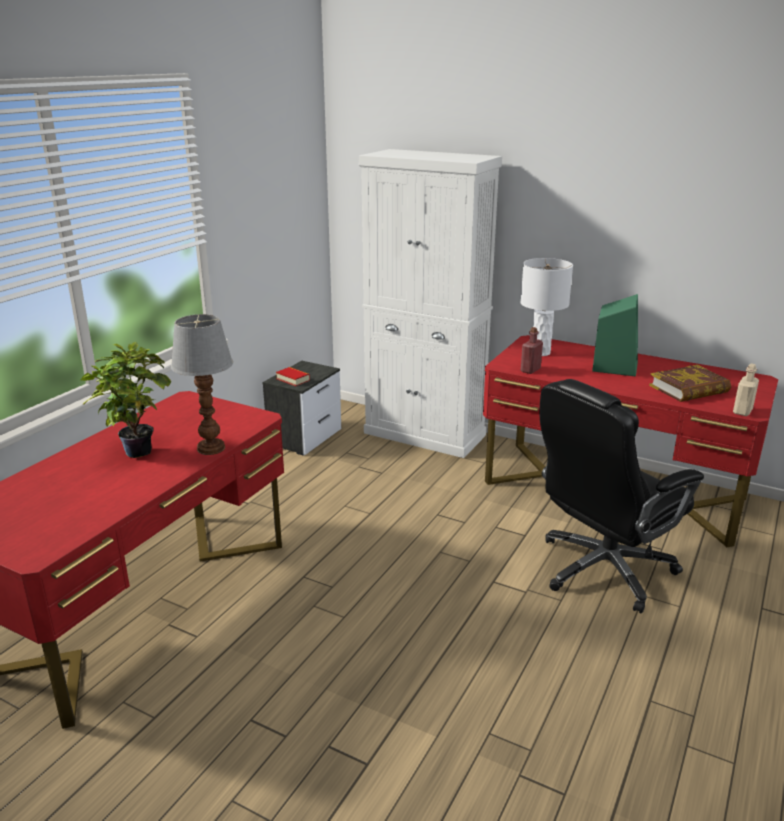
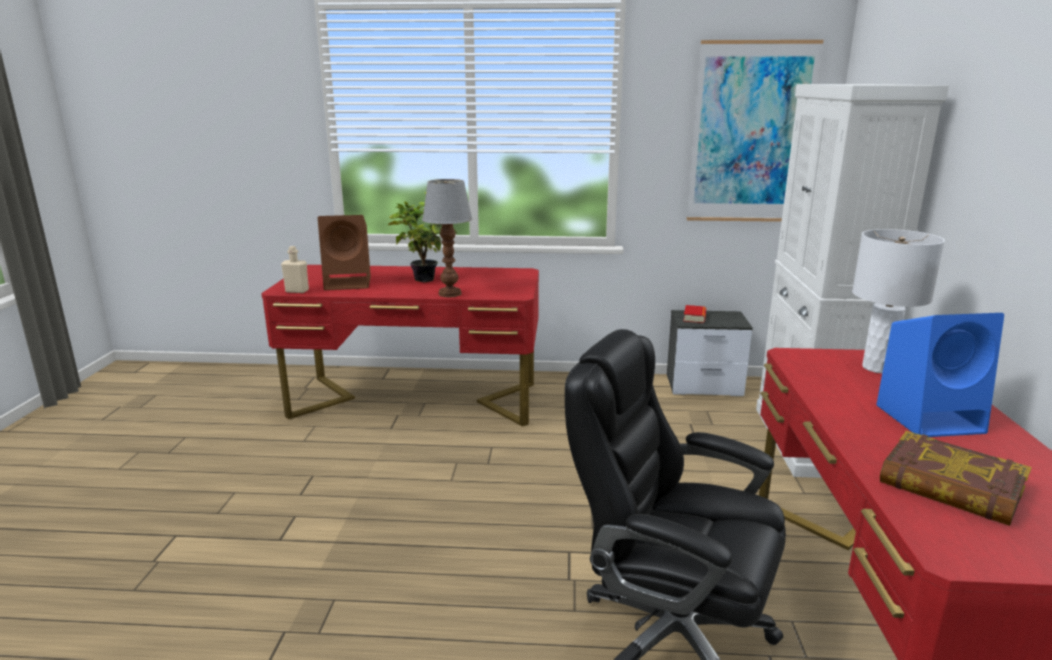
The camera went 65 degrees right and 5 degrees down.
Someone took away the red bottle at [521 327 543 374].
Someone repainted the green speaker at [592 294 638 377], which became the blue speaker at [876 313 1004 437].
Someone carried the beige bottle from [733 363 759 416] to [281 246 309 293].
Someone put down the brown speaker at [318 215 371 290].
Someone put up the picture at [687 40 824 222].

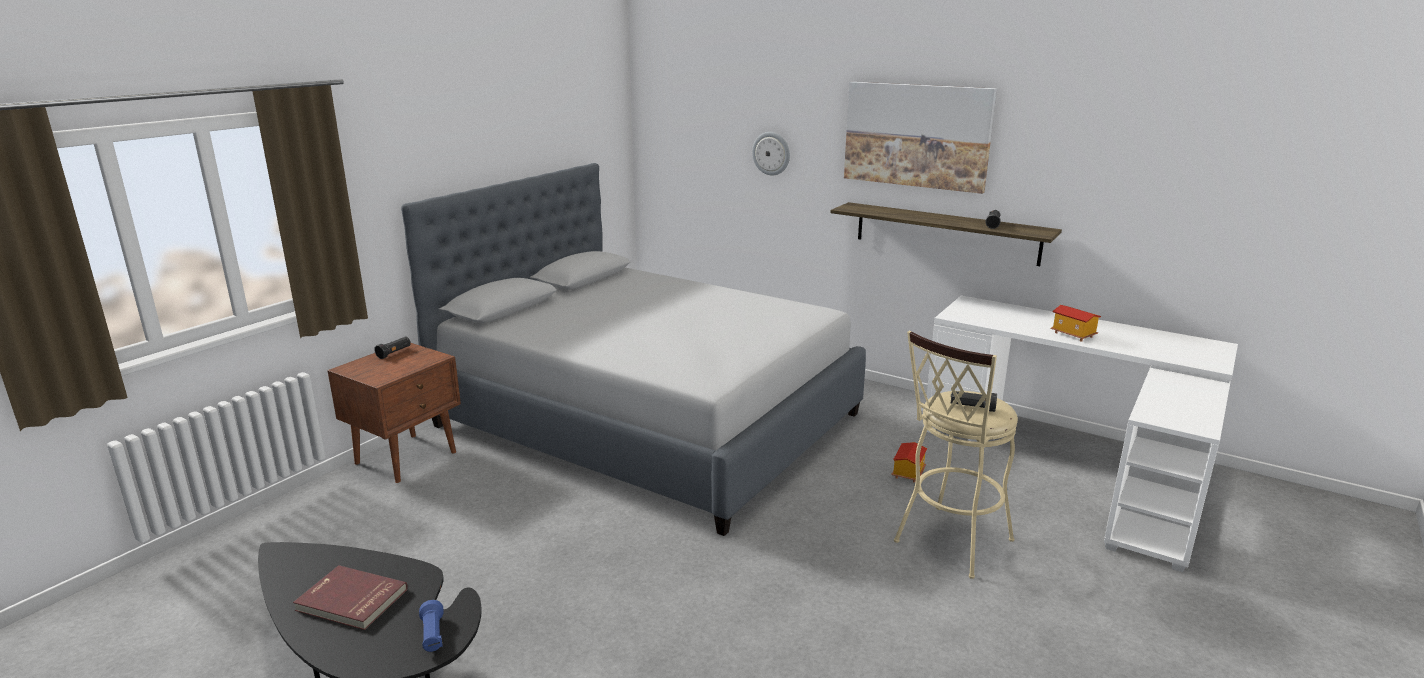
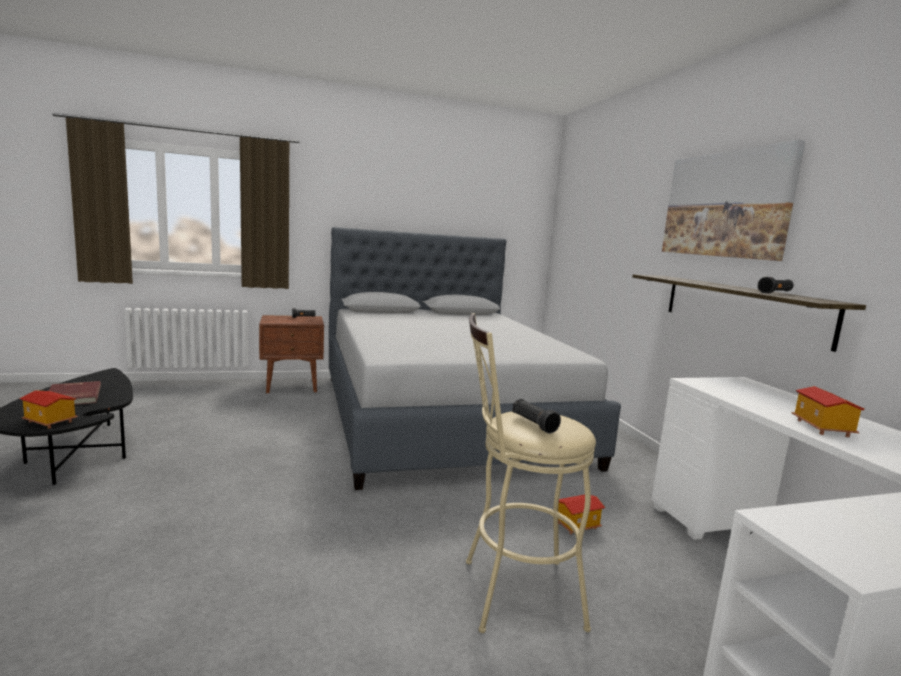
The camera went 40 degrees right and 10 degrees down.
Someone swapped the blue flashlight at [419 600 443 652] for the toy house at [19 390 78 429].
Someone took away the wall clock at [752 132 790 176].

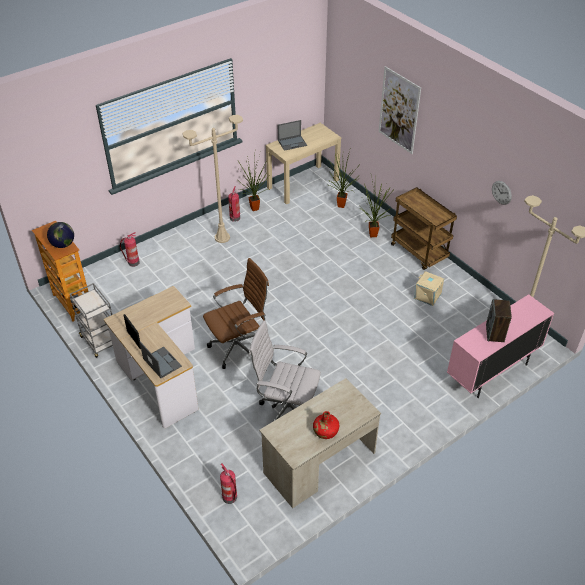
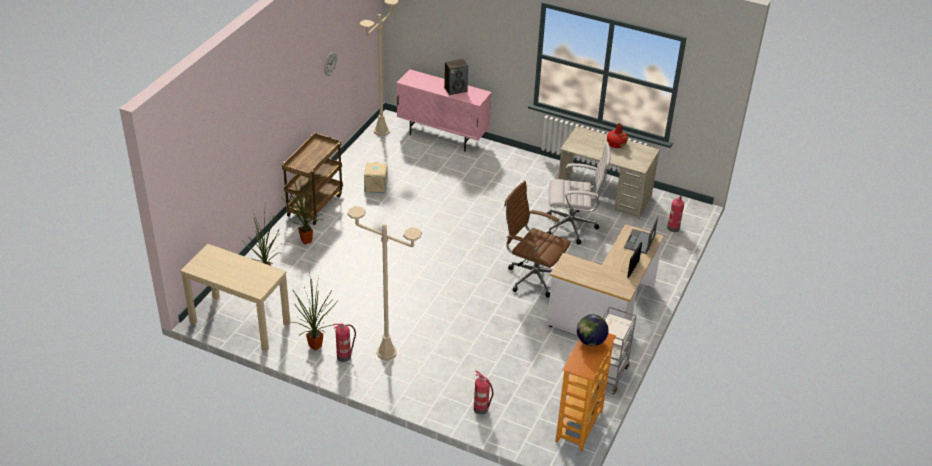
The camera went 120 degrees left and 5 degrees down.
Someone rotated the white office chair at [249 320 321 421] by 75 degrees counterclockwise.
Someone took away the laptop at [278 120 307 151].
Someone took away the picture at [379 66 421 154].

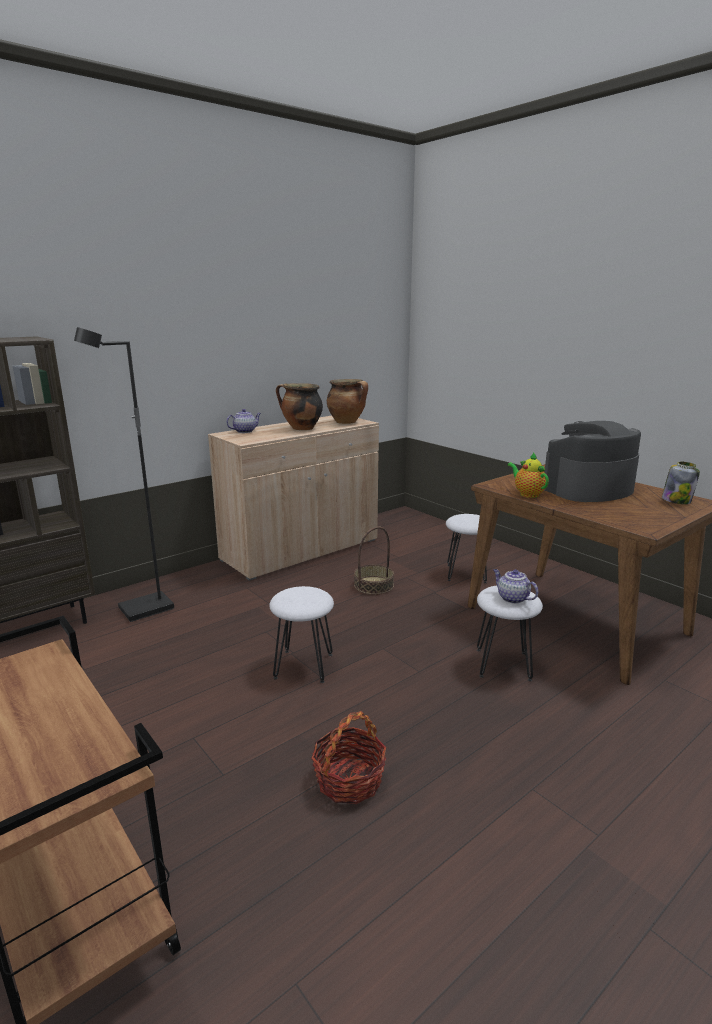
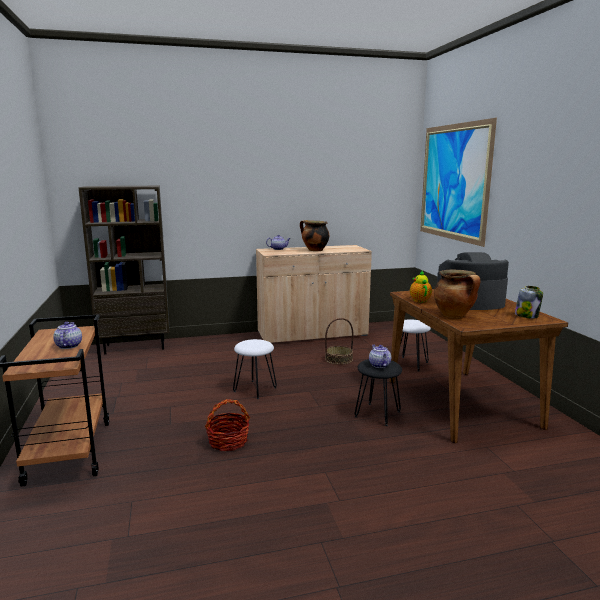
The camera went 25 degrees right and 5 degrees down.
Someone took away the black floor lamp at [74 327 174 622].
Someone carried the cooking pot from [327 379 368 424] to [434 270 480 318].
Someone repainted the white stool at [477 585 543 681], which became the black stool at [355 359 402 426].
Someone put down the teapot at [53 322 82 349].
Someone put up the picture at [420 118 497 247].

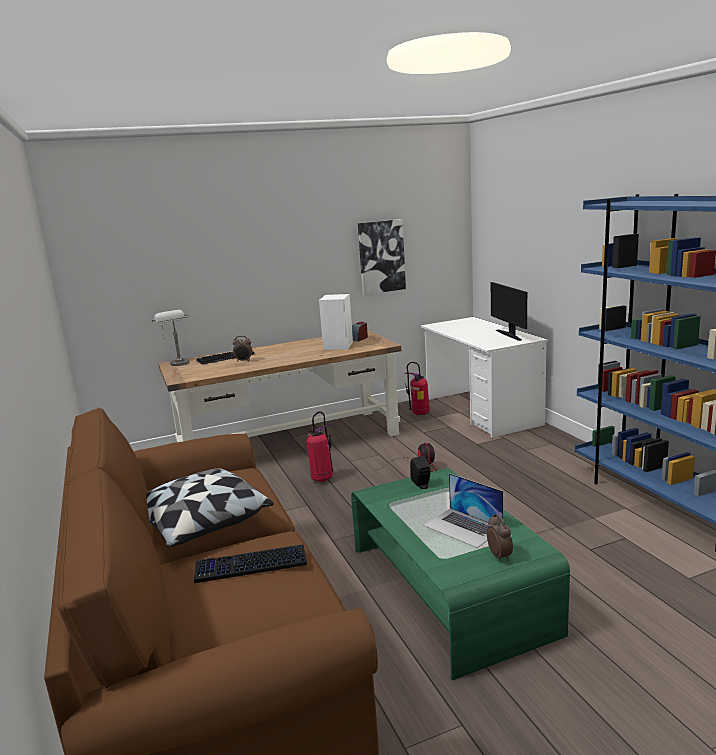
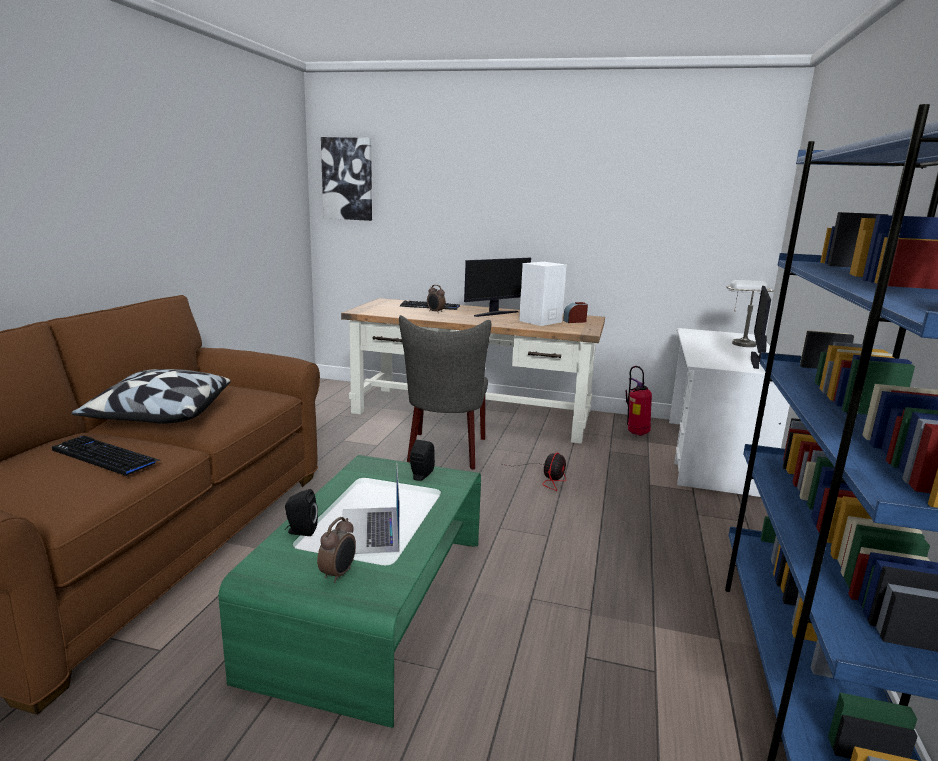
The camera went 35 degrees right and 0 degrees up.
Someone carried the grey table lamp from [152 310 189 366] to [727 280 774 347].
Someone swapped the fire extinguisher at [306 411 333 482] for the grey chair at [399 315 491 470].
Someone carried the picture from [358 219 406 295] to [321 137 372 221].
Someone put down the black speaker at [285 489 318 536].
Someone put down the monitor at [464 258 531 317].

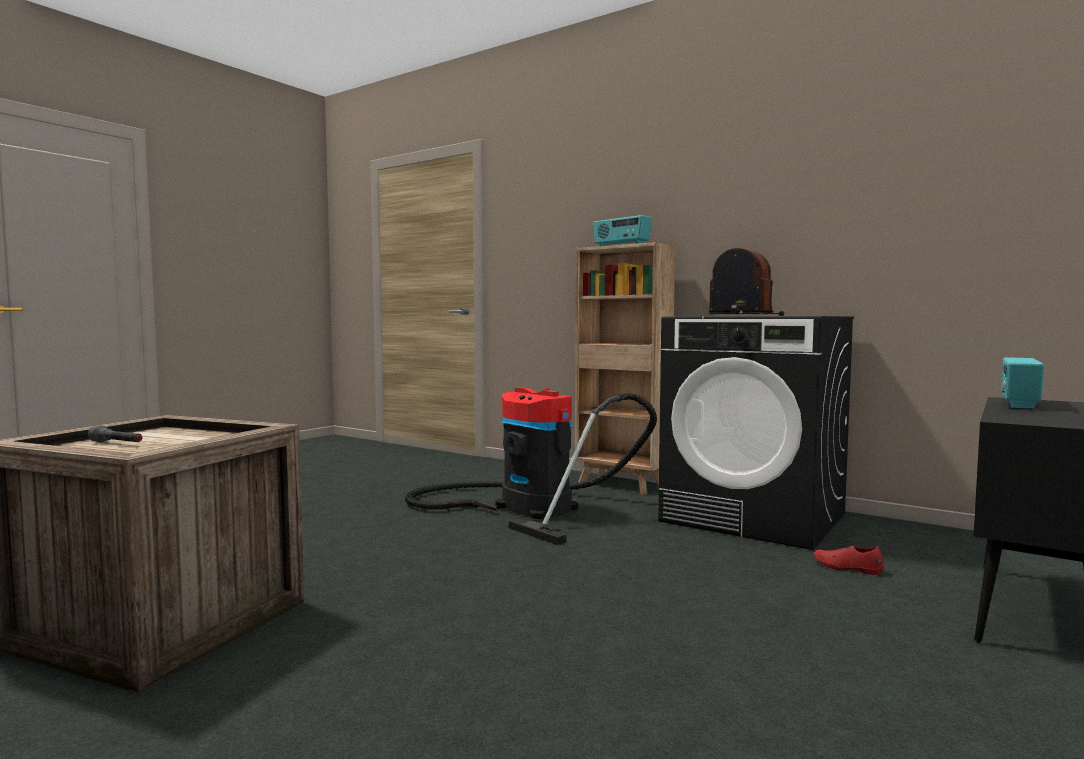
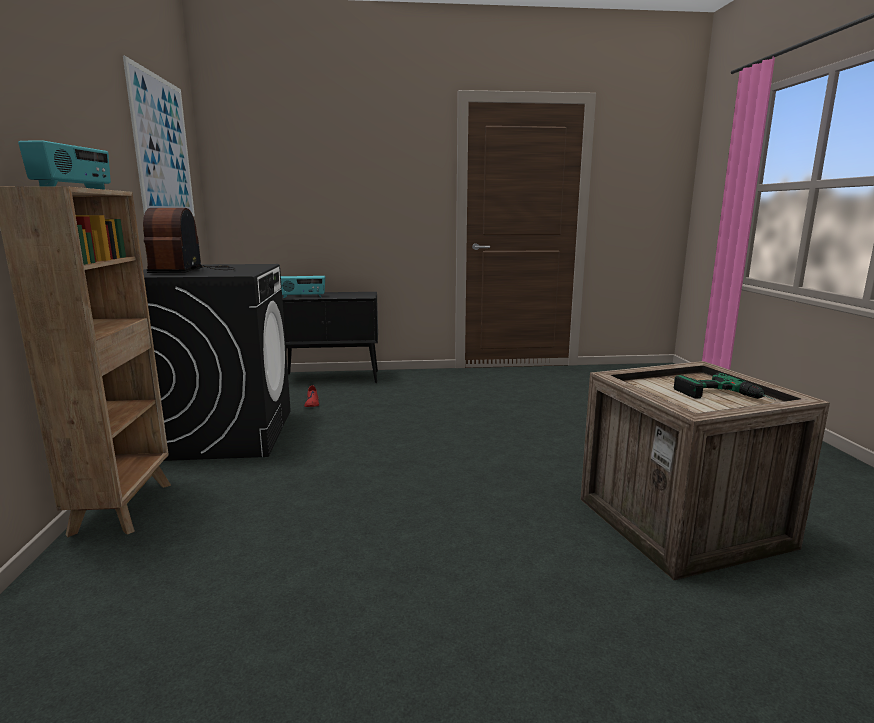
The camera went 130 degrees left and 10 degrees up.
Someone swapped the grey flashlight at [88 426 142 442] for the power drill at [674 373 776 400].
Someone took away the vacuum cleaner at [405 387 657 545].
Someone put up the picture at [123 56 195 216].

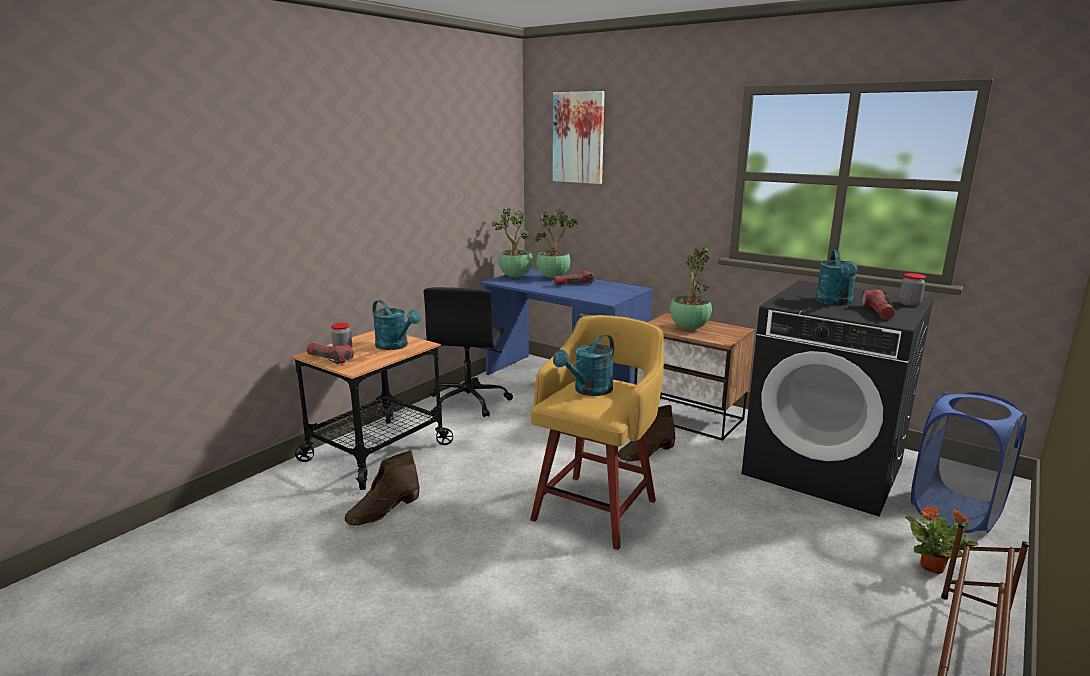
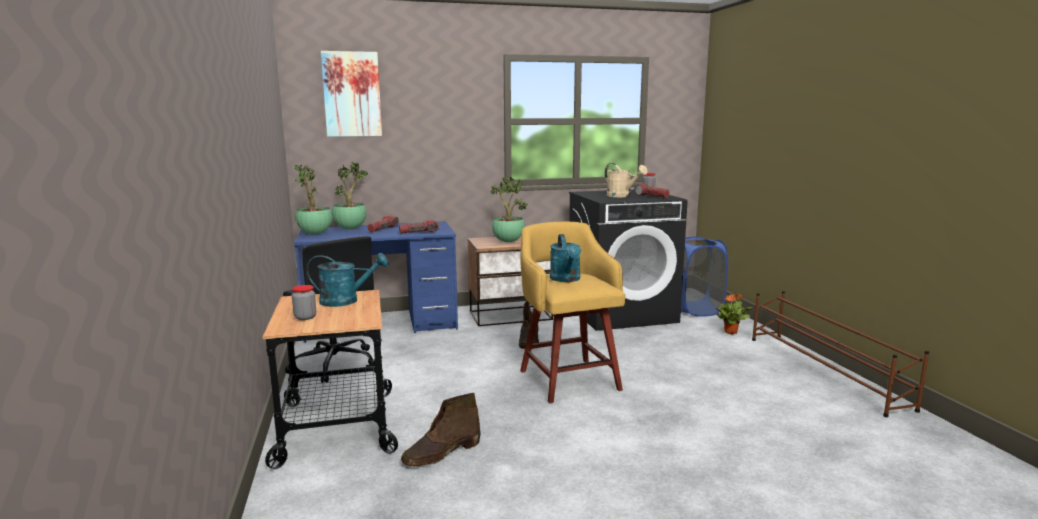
The camera went 50 degrees left and 5 degrees down.
Someone carried the flashlight from [306 343 354 364] to [399 219 439 234].
Someone rotated the brown boot at [344 450 420 526] by 60 degrees clockwise.
Someone repainted the turquoise watering can at [815 250 858 305], which became the beige watering can at [605 163 647 197].

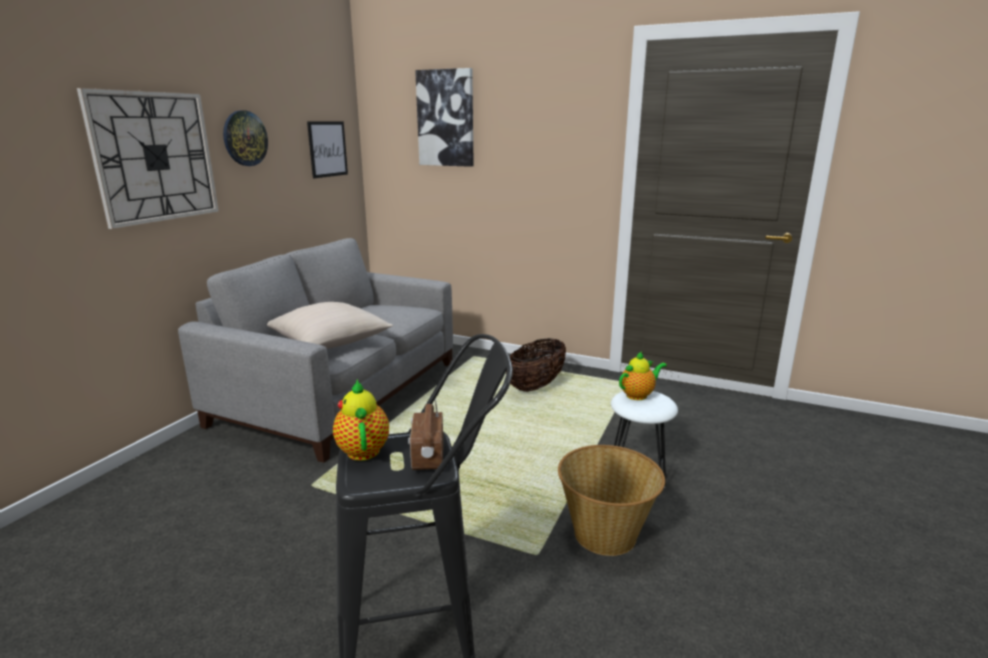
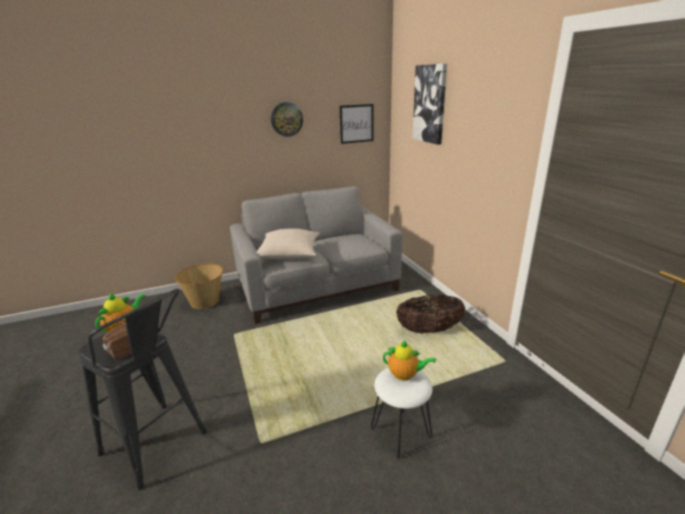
The camera went 45 degrees right and 5 degrees up.
Someone took away the wall clock at [77 88 219 229].
Someone carried the basket from [558 445 665 556] to [175 263 224 309].

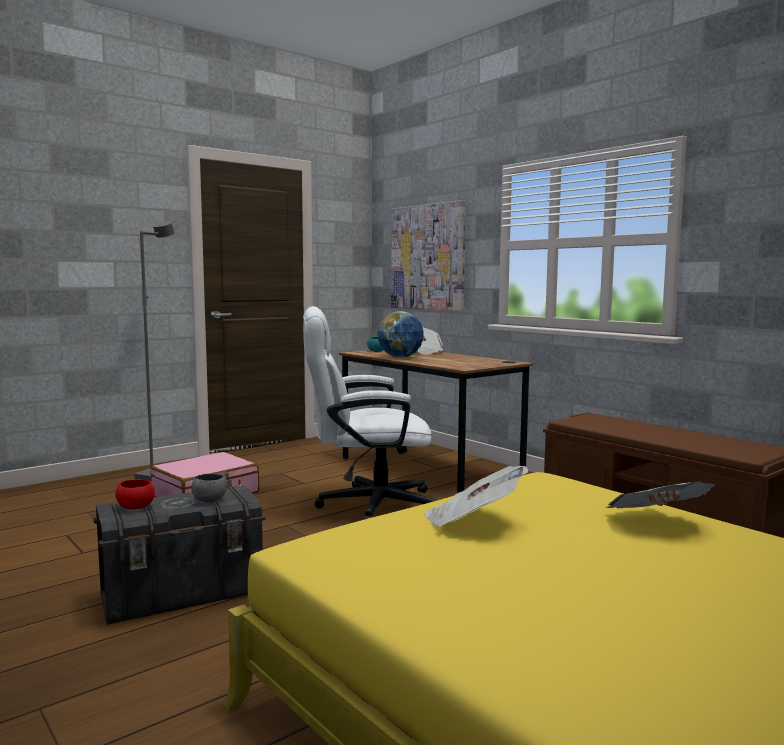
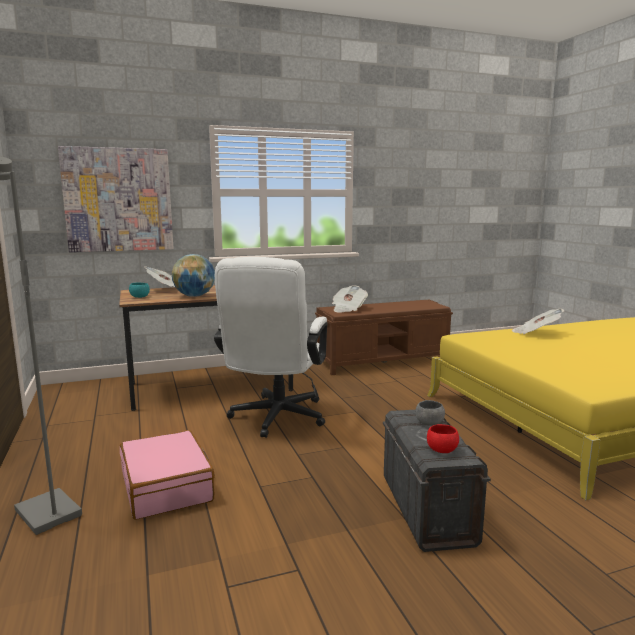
The camera went 70 degrees left and 5 degrees up.
Someone carried the newspaper from [424 466 528 528] to [332 285 368 313].

